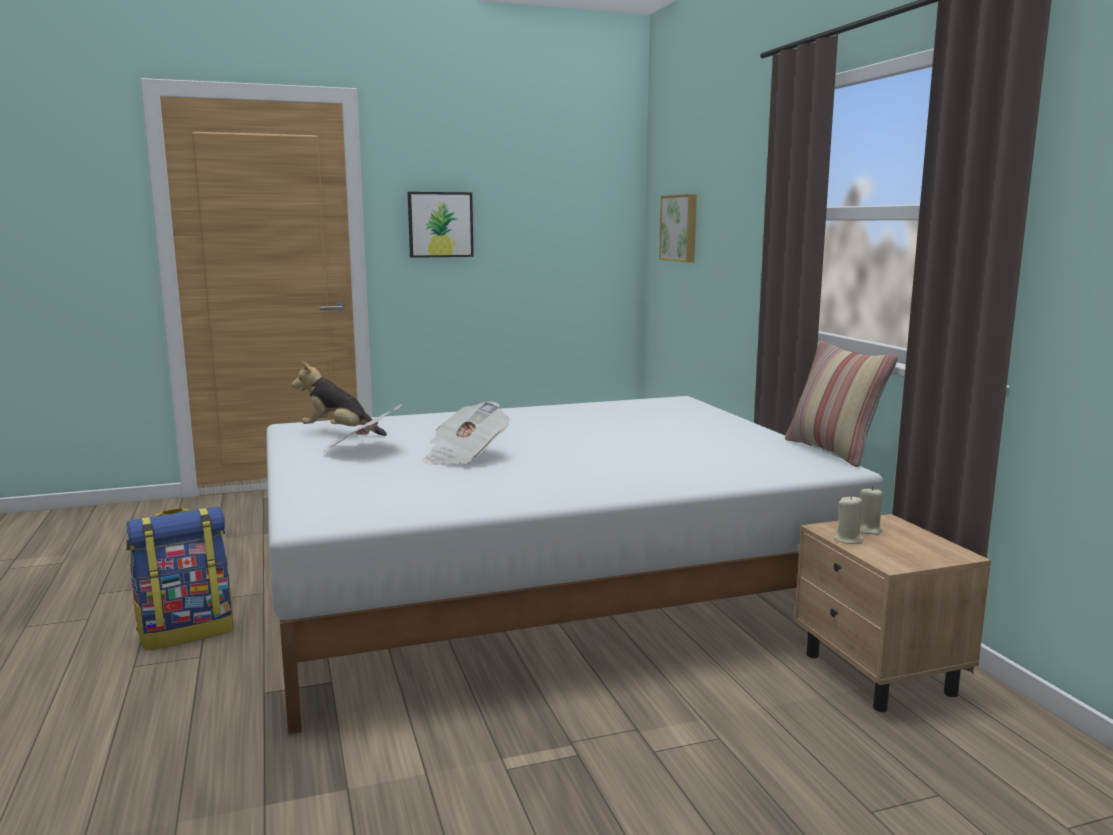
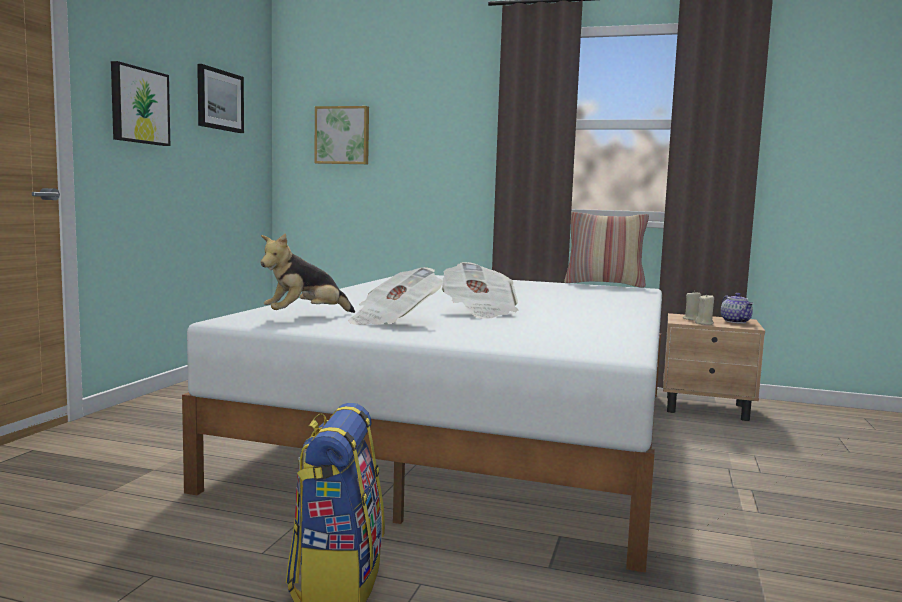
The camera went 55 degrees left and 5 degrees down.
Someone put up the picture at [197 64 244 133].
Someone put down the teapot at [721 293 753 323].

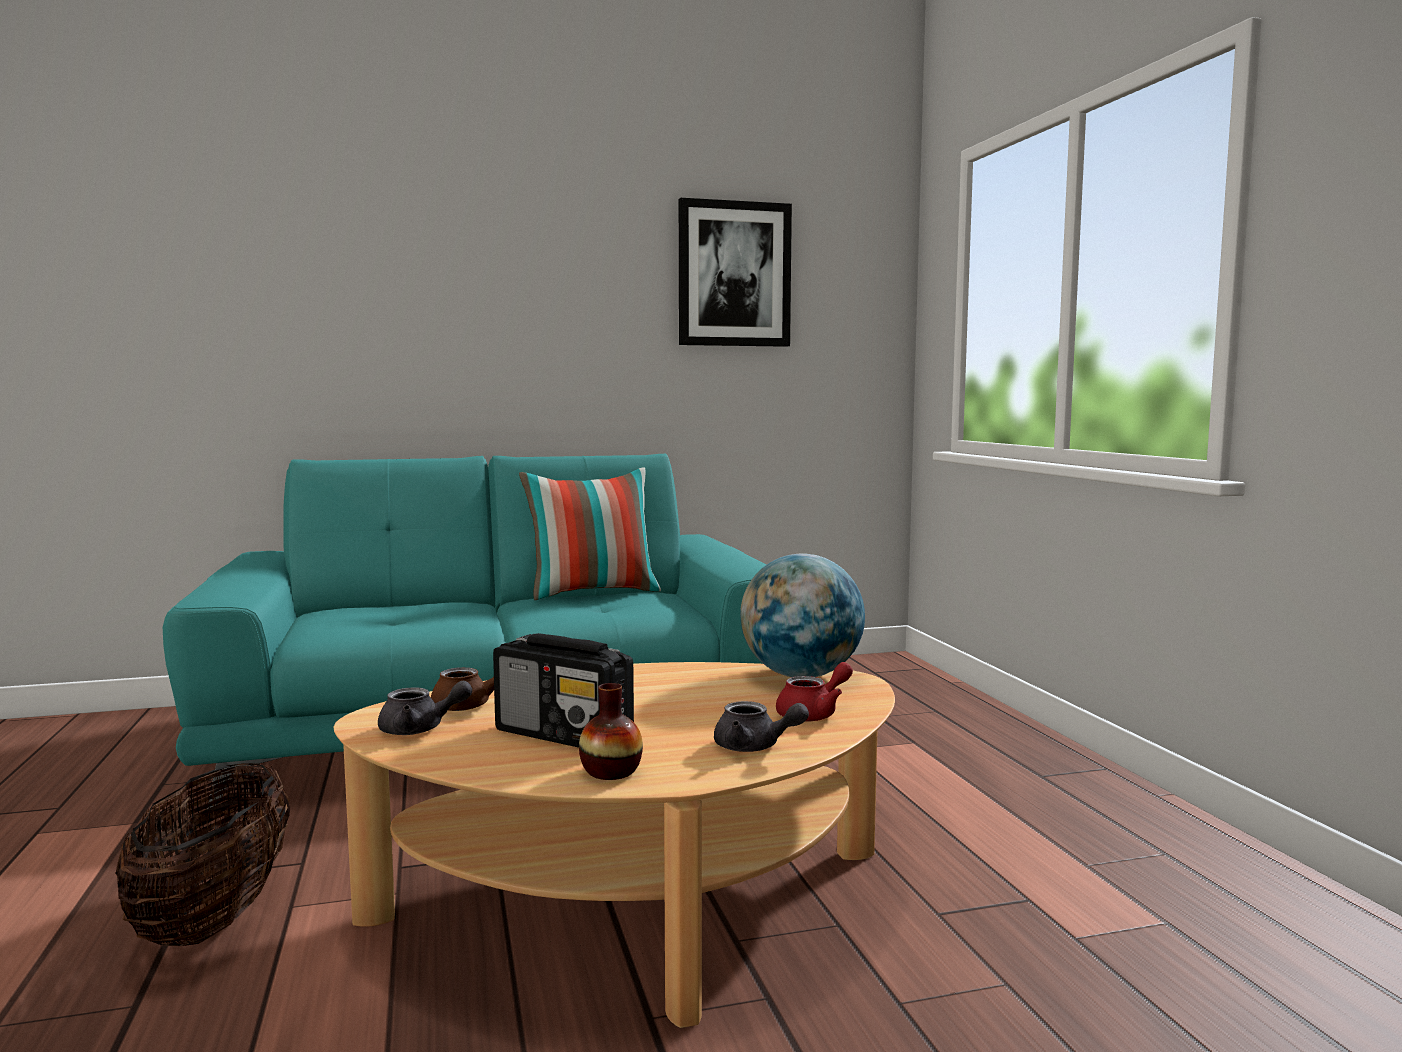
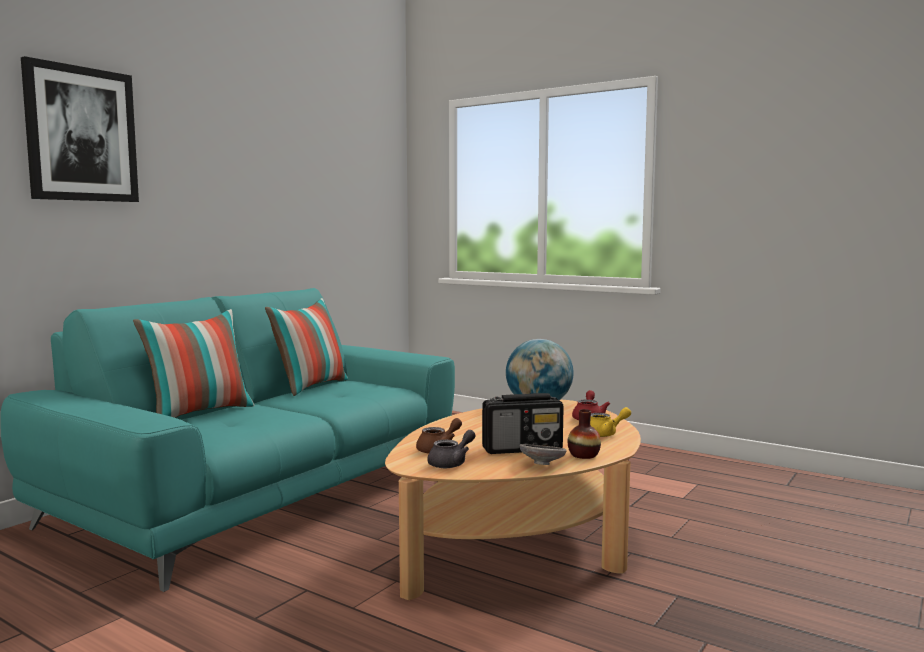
The camera went 40 degrees left and 0 degrees up.
Someone took away the basket at [115 763 291 946].
Someone carried the picture from [679 198 792 347] to [21 56 139 202].
Someone repainted the grey teapot at [714 701 809 752], which became the yellow teapot at [590 407 631 437].
Someone put down the pillow at [133 309 254 418].
Someone put down the grey bowl at [520 444 567 465].

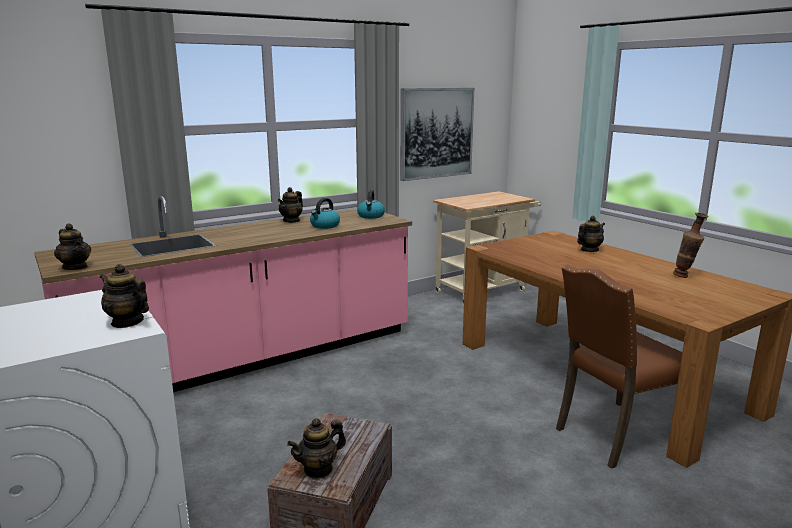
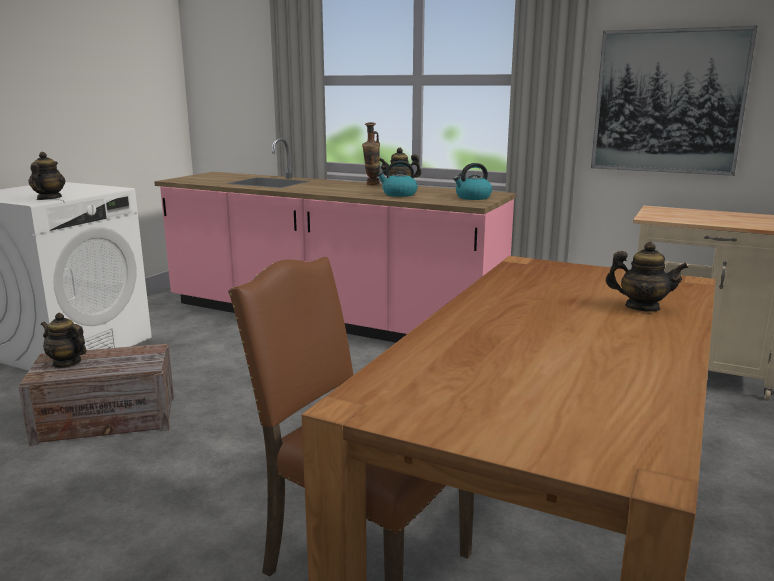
The camera went 60 degrees right and 0 degrees up.
Someone took away the teapot at [54 224 91 270].
Someone carried the vase from [673 213 709 278] to [362 122 380 185].

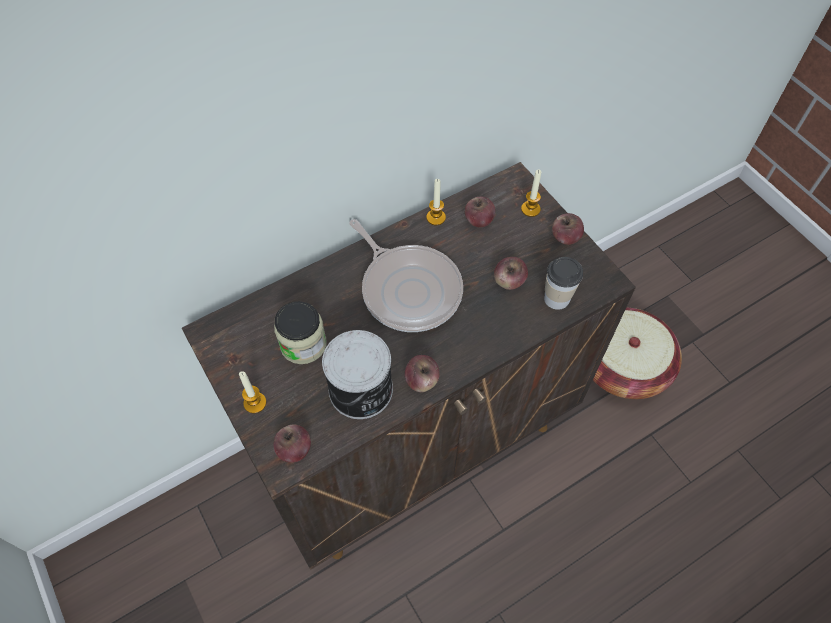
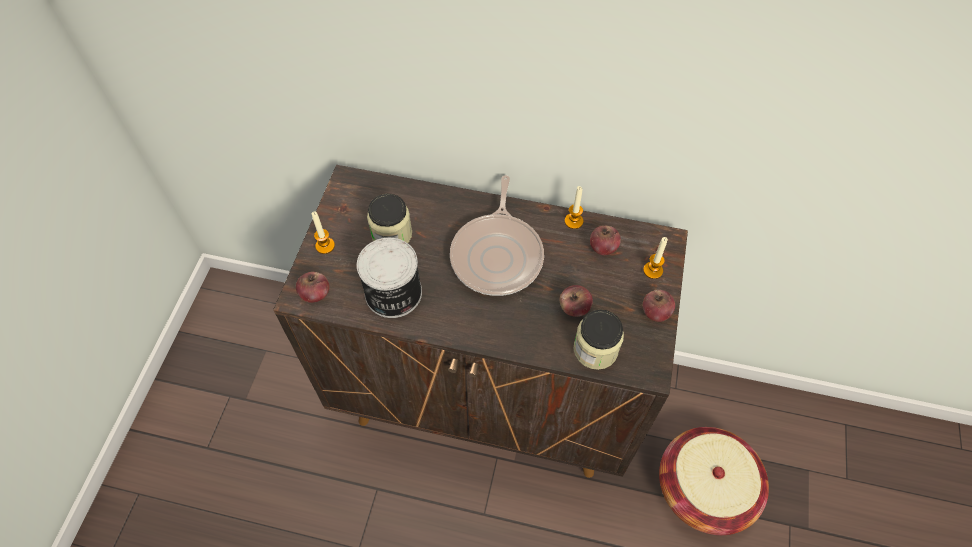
The camera went 45 degrees right and 0 degrees up.
Someone took away the apple at [405 355 440 392].
Someone swapped the cup at [544 257 583 310] for the jar at [574 310 624 370].

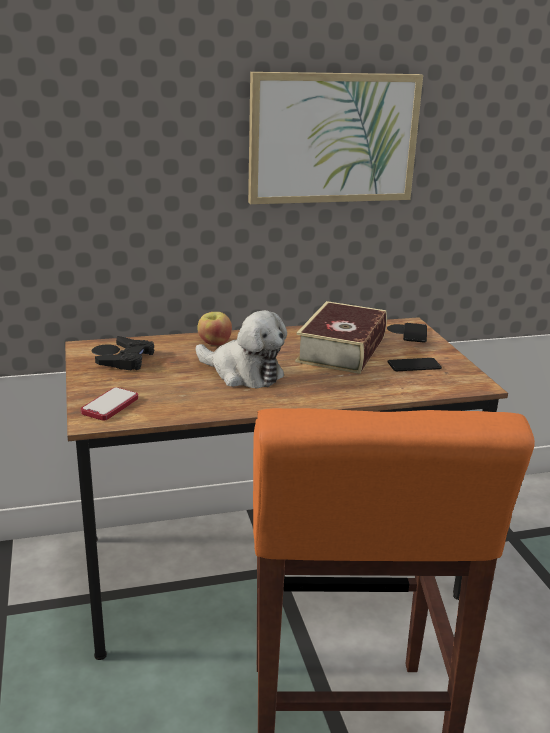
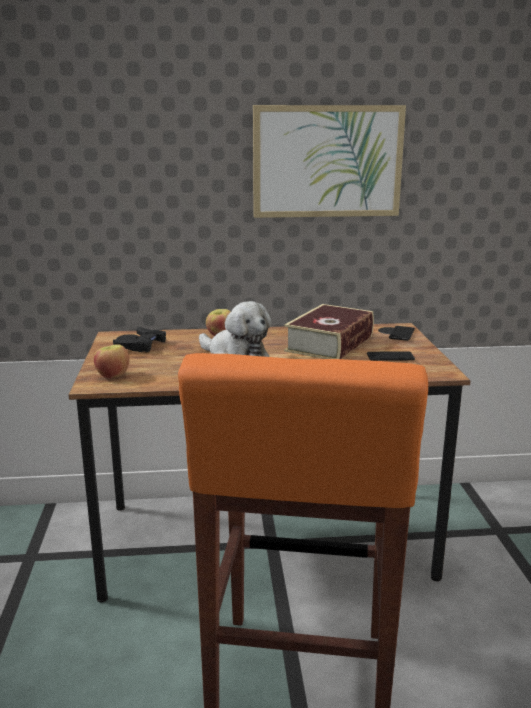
The camera went 10 degrees right and 5 degrees down.
Someone swapped the phone at [81 387 138 421] for the apple at [94 344 129 378].

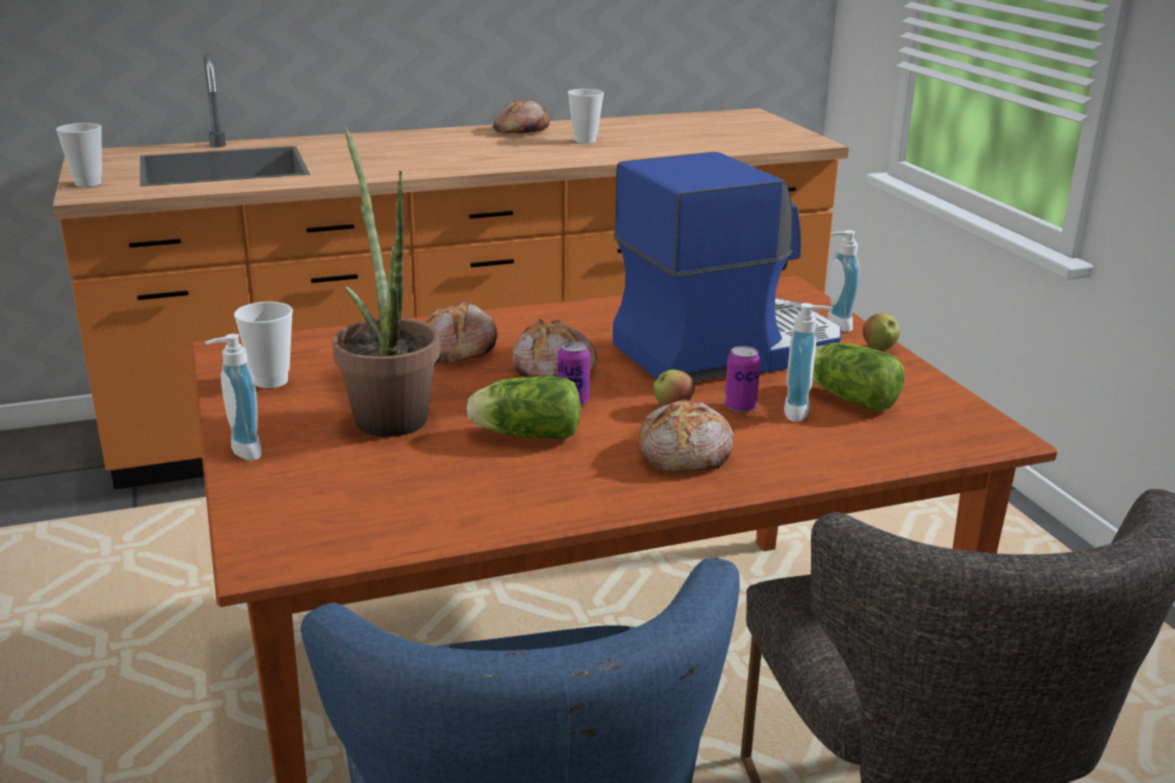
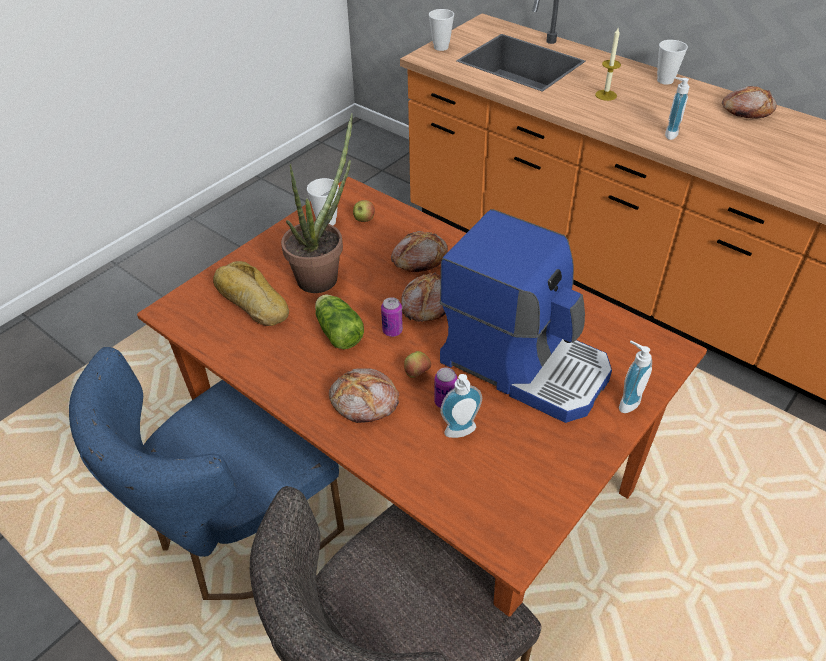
The camera went 60 degrees right and 20 degrees up.
Someone carried the soap dispenser from [205 334 262 461] to [665 77 689 140].
Someone carried the cup from [568 89 604 143] to [657 40 688 85].
Someone took away the lettuce at [813 342 905 412].
Someone carried the apple from [863 313 900 351] to [353 200 375 222].
Someone put down the bread at [213 261 289 326].
Someone put down the candle at [595 28 621 101].

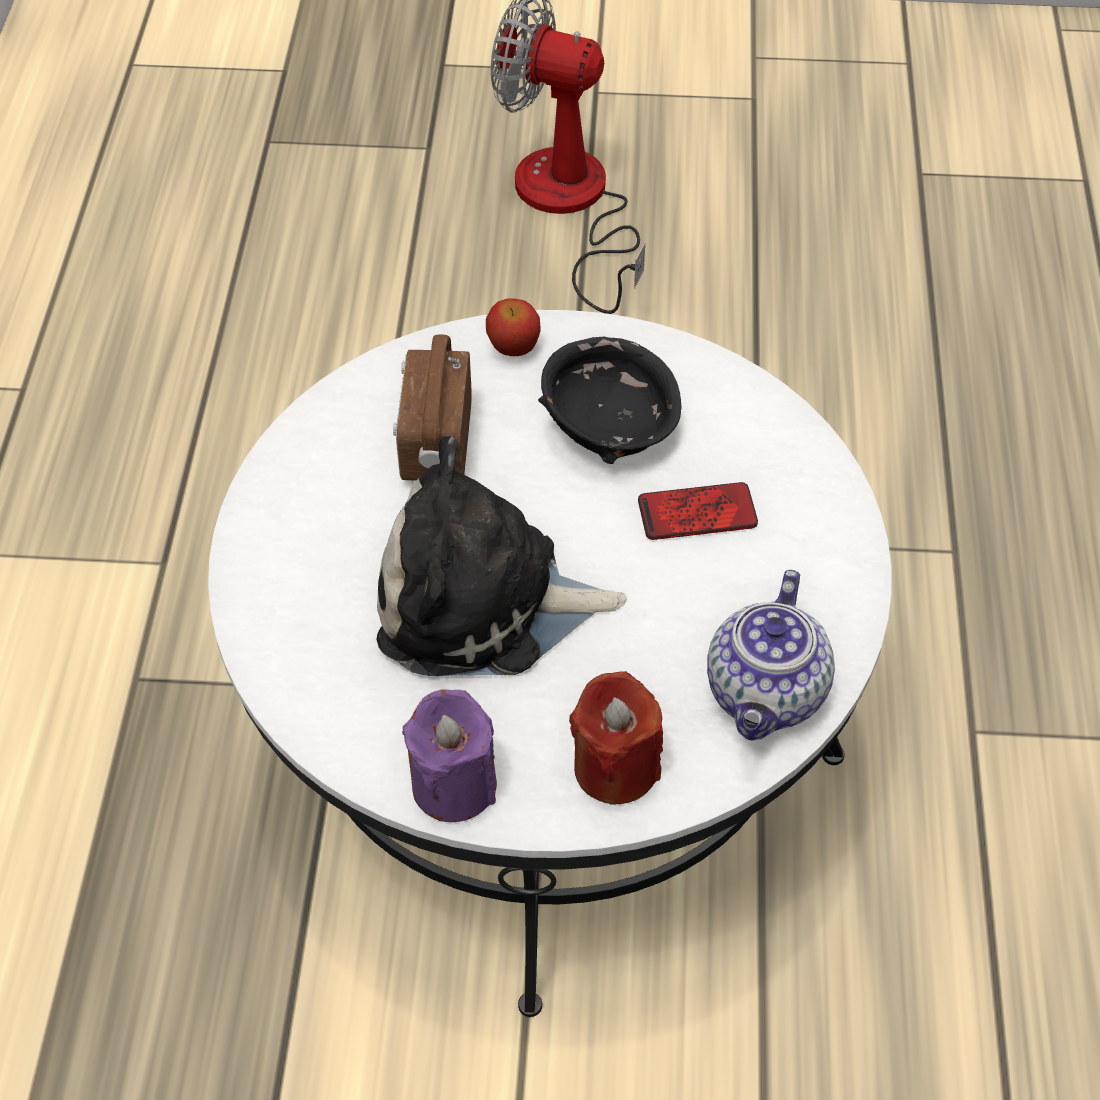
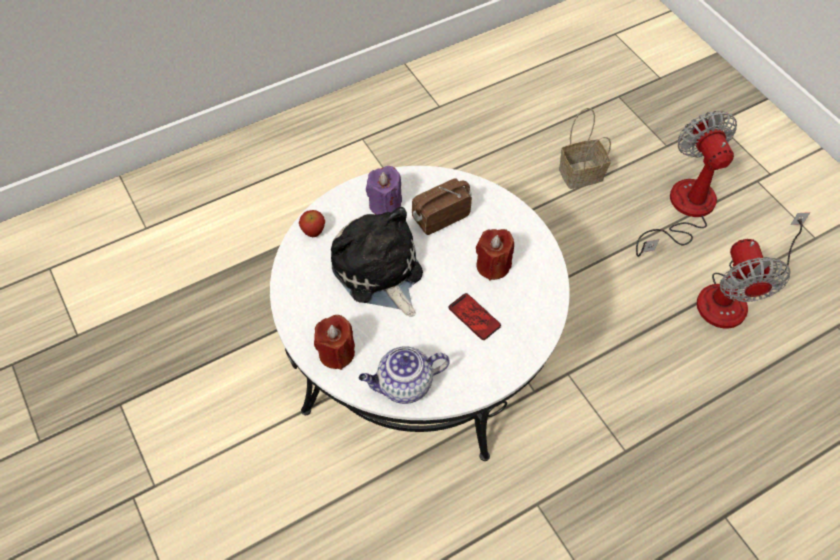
The camera went 55 degrees right and 5 degrees up.
Someone carried the purple candle from [402 689 497 822] to [366 166 402 214].
Someone carried the apple from [486 299 541 356] to [299 210 325 237].
Someone swapped the black bowl at [538 337 681 464] for the red candle at [476 229 514 281].
Someone put down the basket at [559 108 611 189].
Someone put down the fan at [696 212 810 328].

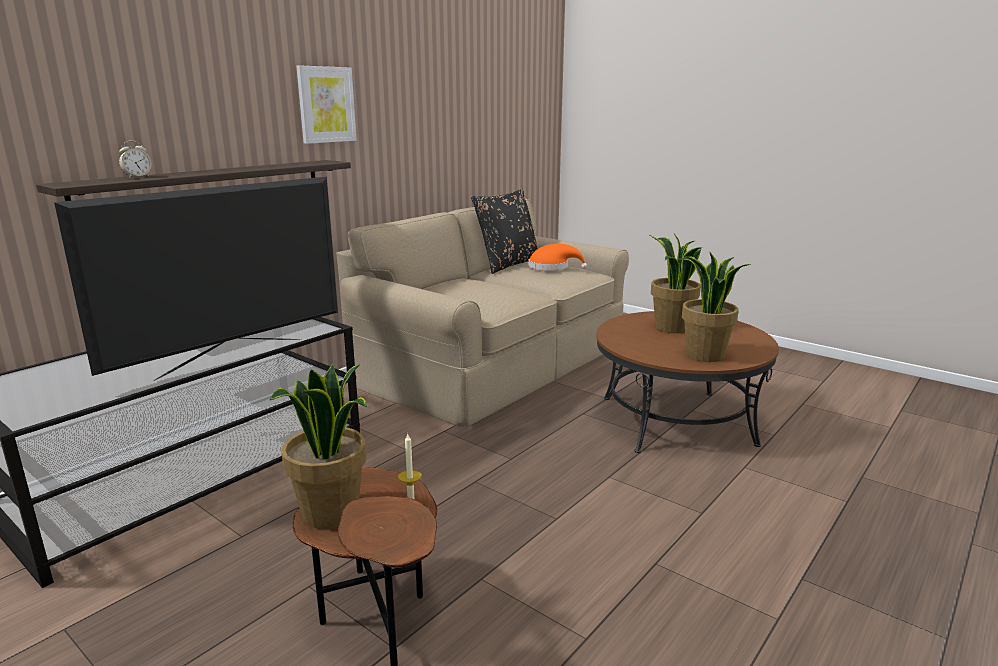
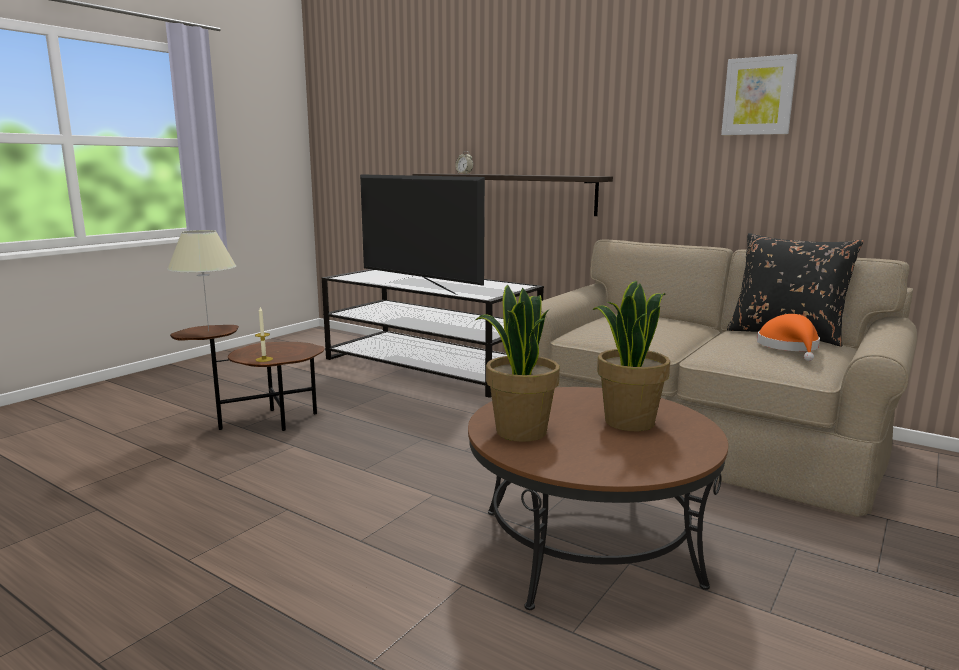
The camera went 85 degrees right and 5 degrees down.
Someone took away the potted plant at [269 363 367 529].
Someone carried the picture from [296 65 356 144] to [721 54 797 135].
Someone put down the beige table lamp at [167 230 236 331].

